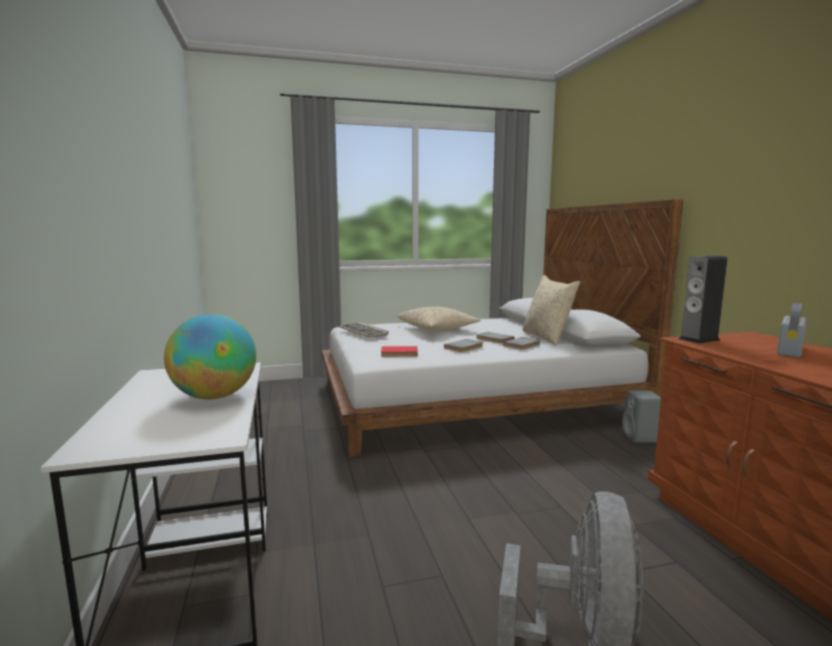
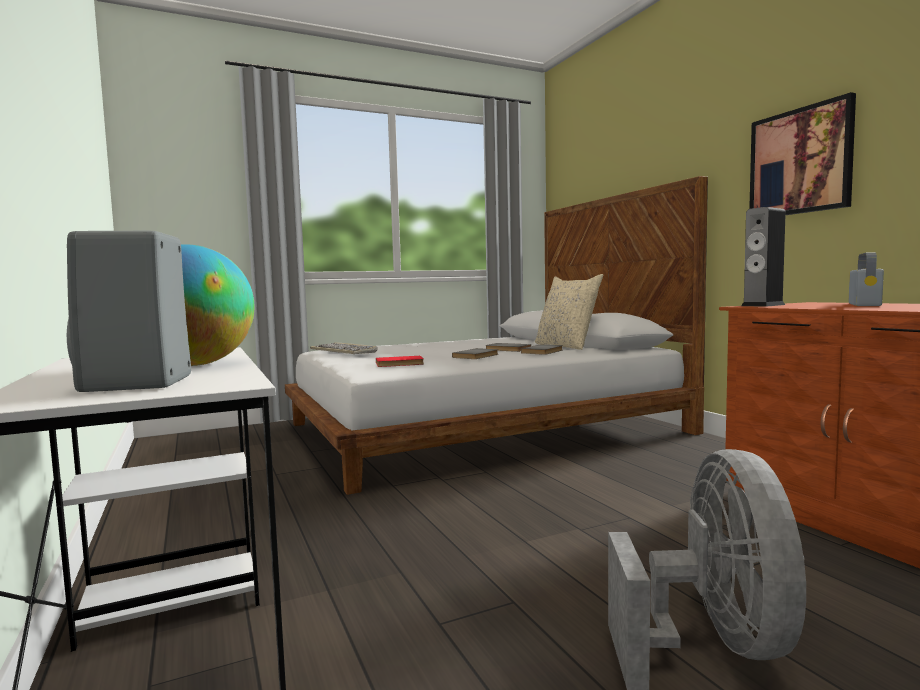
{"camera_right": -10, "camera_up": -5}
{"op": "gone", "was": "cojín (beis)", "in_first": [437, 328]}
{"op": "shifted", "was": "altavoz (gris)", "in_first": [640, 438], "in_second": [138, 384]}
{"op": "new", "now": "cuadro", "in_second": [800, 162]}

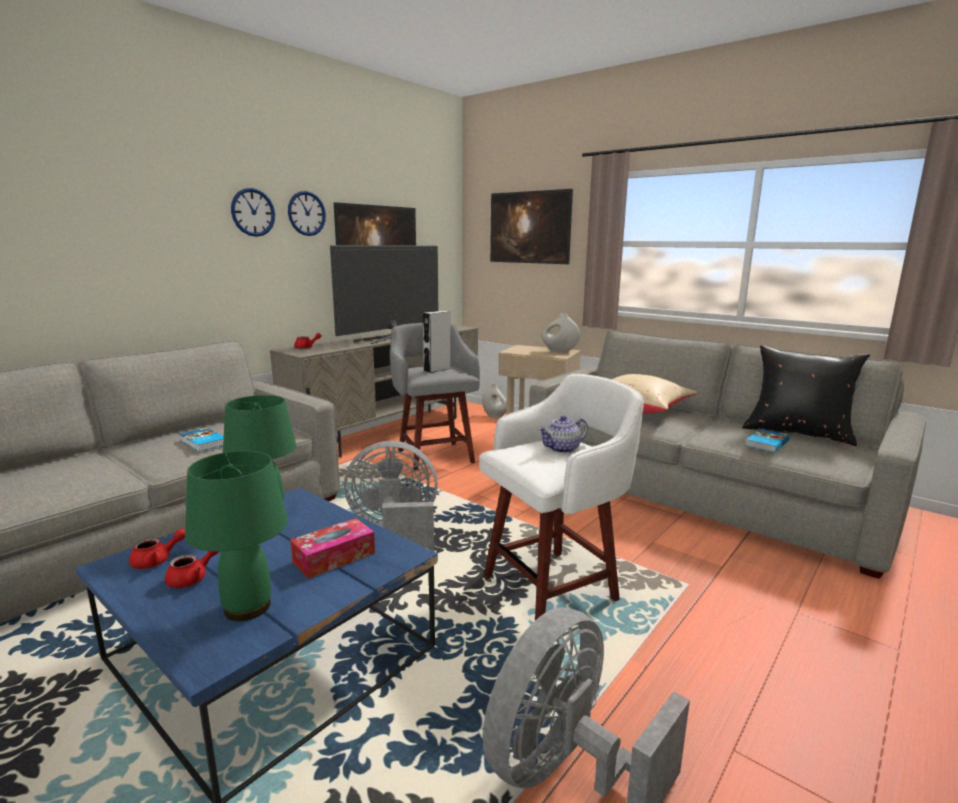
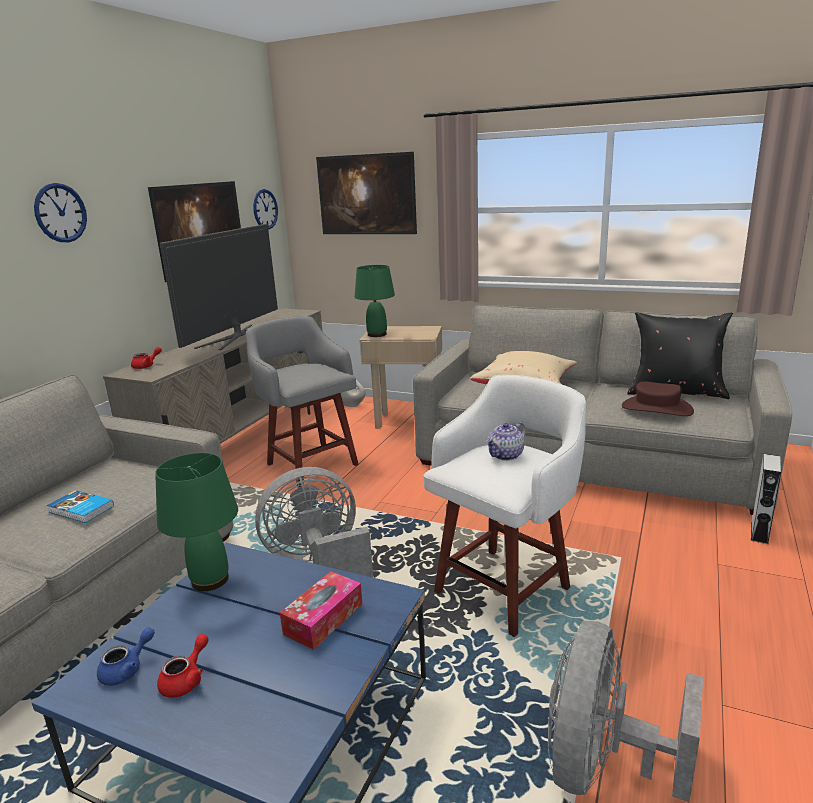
{"camera_right": -15, "camera_up": 5}
{"op": "repainted", "was": "tetera (rojo)", "now": "tetera (azul)", "in_first": [157, 560], "in_second": [127, 669]}
{"op": "shifted", "was": "lámpara de mesa (verde)", "in_first": [247, 607], "in_second": [376, 334]}
{"op": "shifted", "was": "reloj de pared", "in_first": [306, 213], "in_second": [265, 209]}
{"op": "shifted", "was": "altavoz (gris)", "in_first": [437, 369], "in_second": [759, 532]}
{"op": "gone", "was": "florero (blanco)", "in_first": [559, 351]}
{"op": "swapped", "was": "libro", "now": "sombrero (marrón)", "in_first": [766, 443], "in_second": [656, 408]}

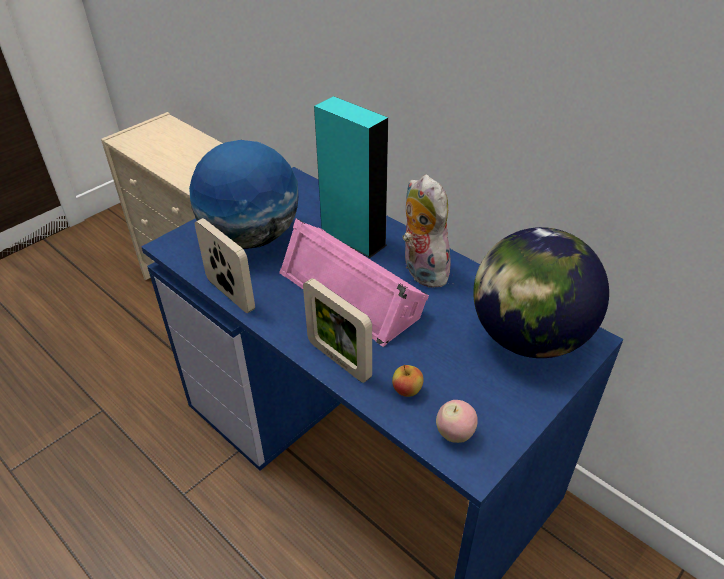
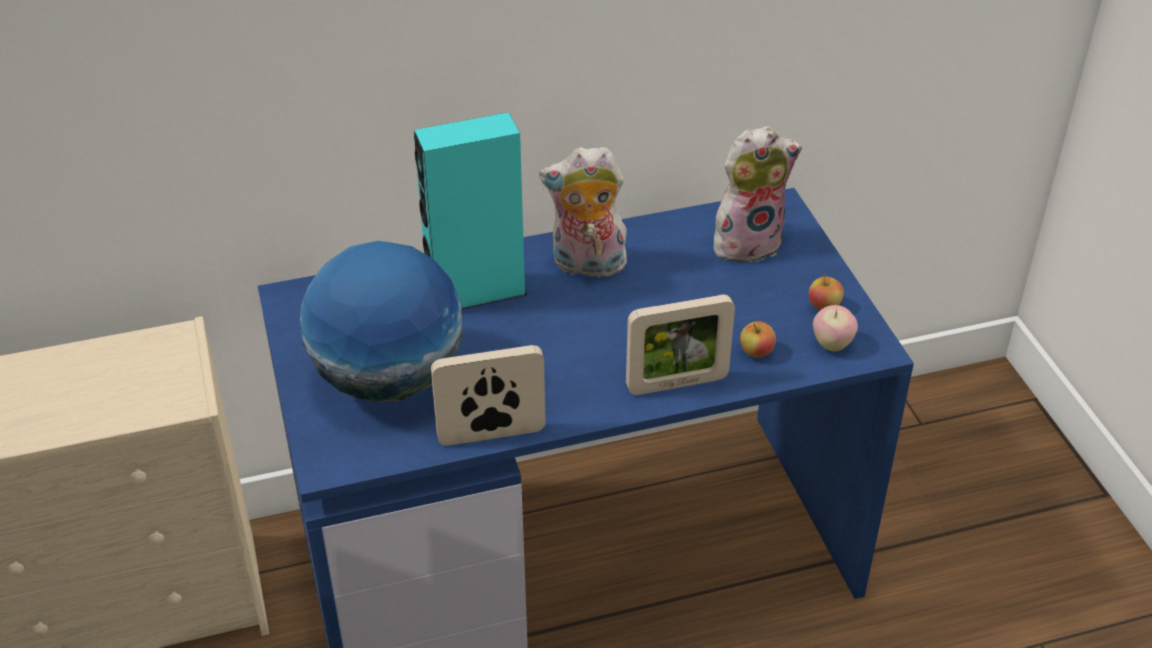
{"camera_right": -60, "camera_up": 0}
{"op": "gone", "was": "altavoz (rosa)", "in_first": [352, 291]}
{"op": "swapped", "was": "globo terráqueo", "now": "peluche", "in_first": [527, 338], "in_second": [747, 242]}
{"op": "new", "now": "manzana", "in_second": [823, 306]}

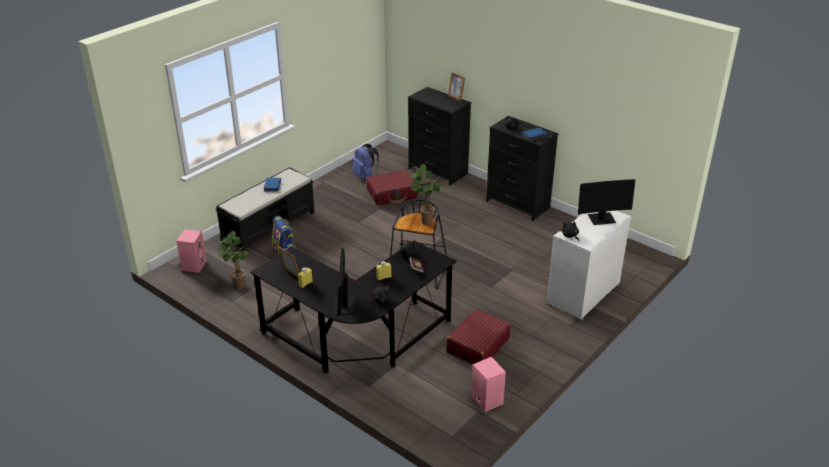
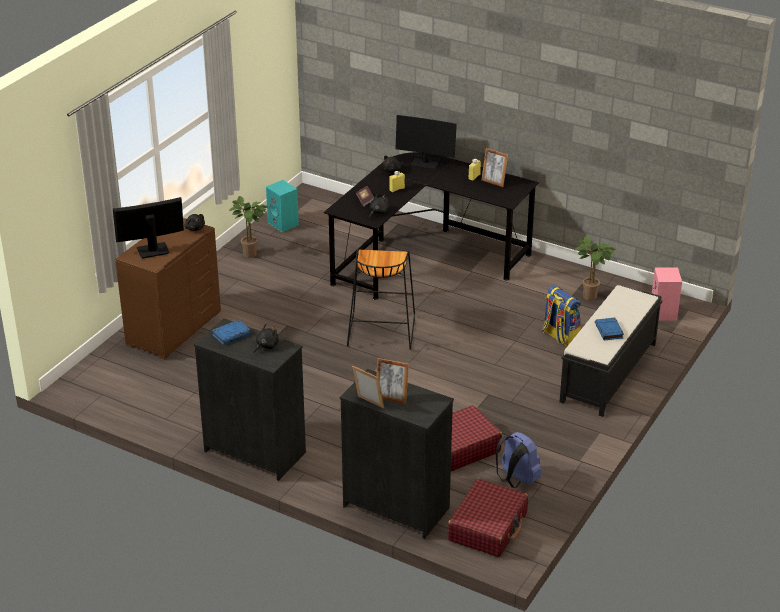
{"camera_right": 170, "camera_up": 0}
{"op": "rotated", "was": "monitor", "in_first": [344, 306], "in_second": [425, 163], "clockwise": 120}
{"op": "shifted", "was": "planta en maceta", "in_first": [425, 221], "in_second": [252, 254]}
{"op": "shifted", "was": "maleta (rojo)", "in_first": [477, 345], "in_second": [488, 527]}
{"op": "repainted", "was": "altavoz (rosa)", "now": "altavoz (turquesa)", "in_first": [486, 400], "in_second": [284, 224]}
{"op": "repainted", "was": "cómoda (blanco)", "now": "cómoda (marrón)", "in_first": [583, 294], "in_second": [173, 328]}
{"op": "new", "now": "portarretratos", "in_second": [391, 398]}

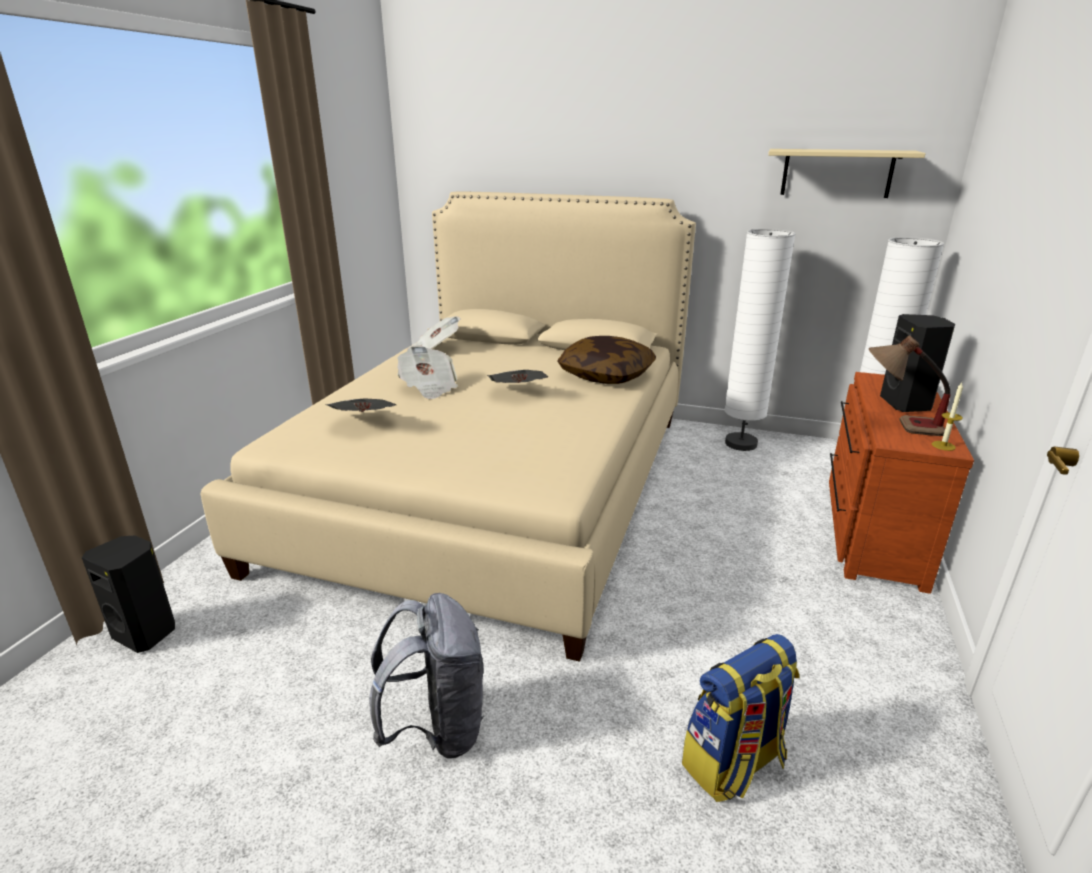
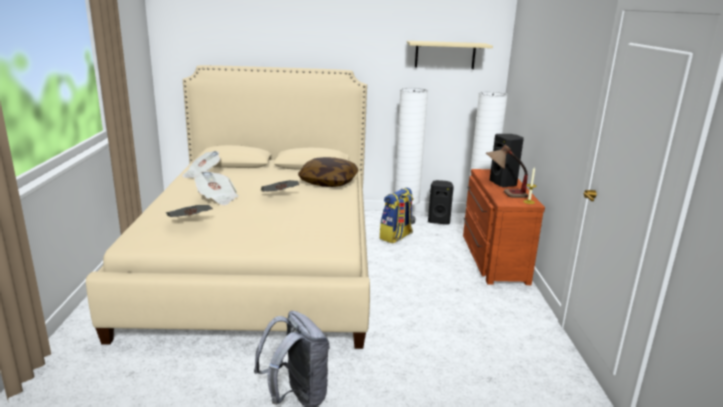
{"camera_right": -20, "camera_up": -5}
{"op": "shifted", "was": "altavoz (negro)", "in_first": [147, 633], "in_second": [439, 221]}
{"op": "shifted", "was": "mochila", "in_first": [734, 764], "in_second": [396, 237]}

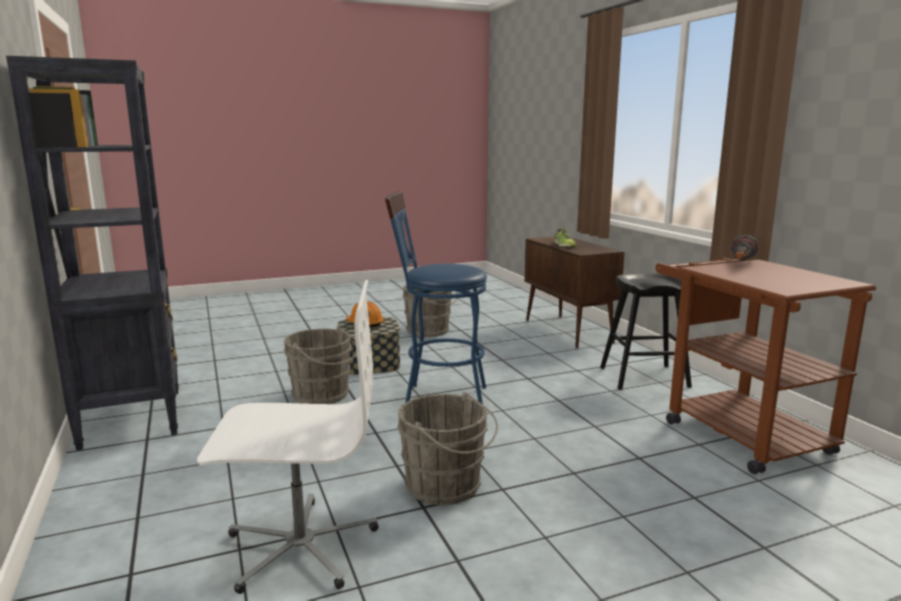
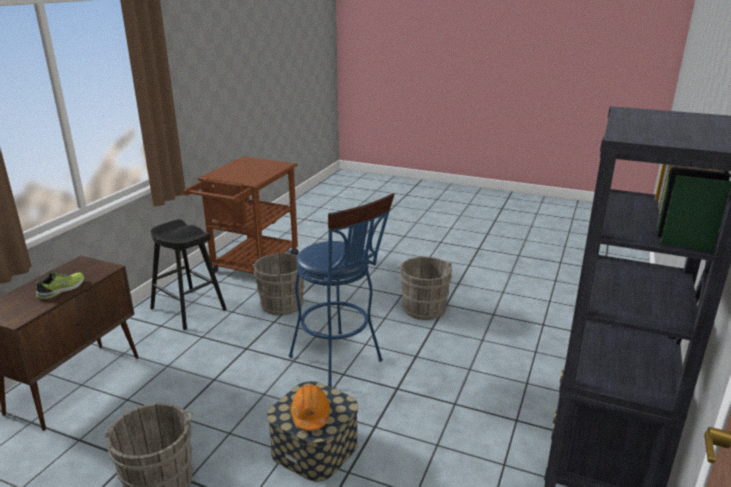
{"camera_right": -135, "camera_up": 10}
{"op": "gone", "was": "silla de oficina (blanco)", "in_first": [300, 546]}
{"op": "shifted", "was": "cubo (gris)", "in_first": [323, 395], "in_second": [281, 303]}
{"op": "gone", "was": "linterna", "in_first": [740, 264]}

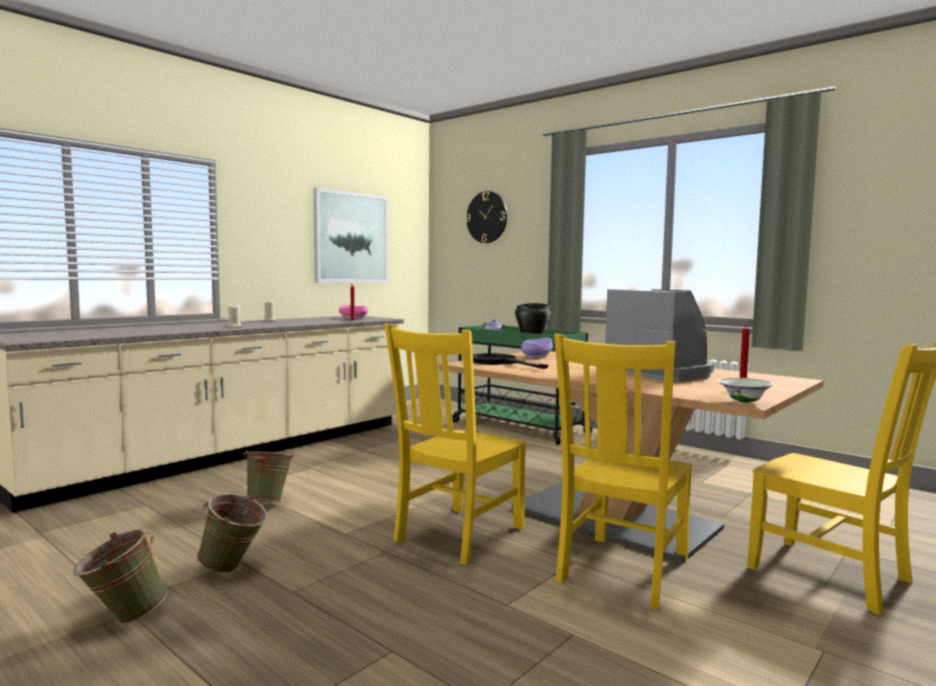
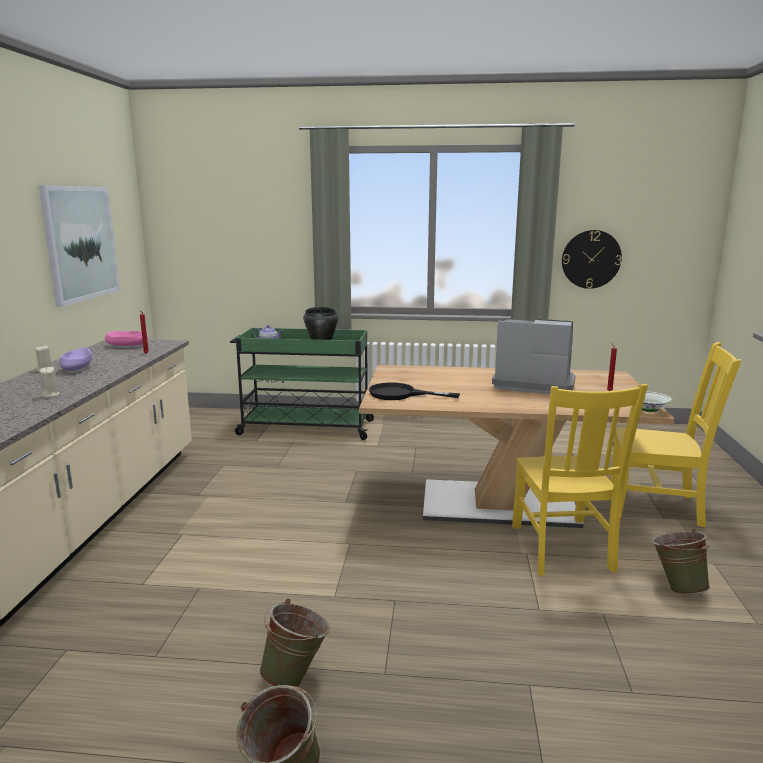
{"camera_right": -35, "camera_up": 10}
{"op": "shifted", "was": "cubo (verde)", "in_first": [269, 502], "in_second": [676, 587]}
{"op": "gone", "was": "silla (amarillo)", "in_first": [457, 535]}
{"op": "shifted", "was": "reloj de pared", "in_first": [487, 217], "in_second": [591, 259]}
{"op": "shifted", "was": "cuenco (morado)", "in_first": [536, 356], "in_second": [77, 368]}

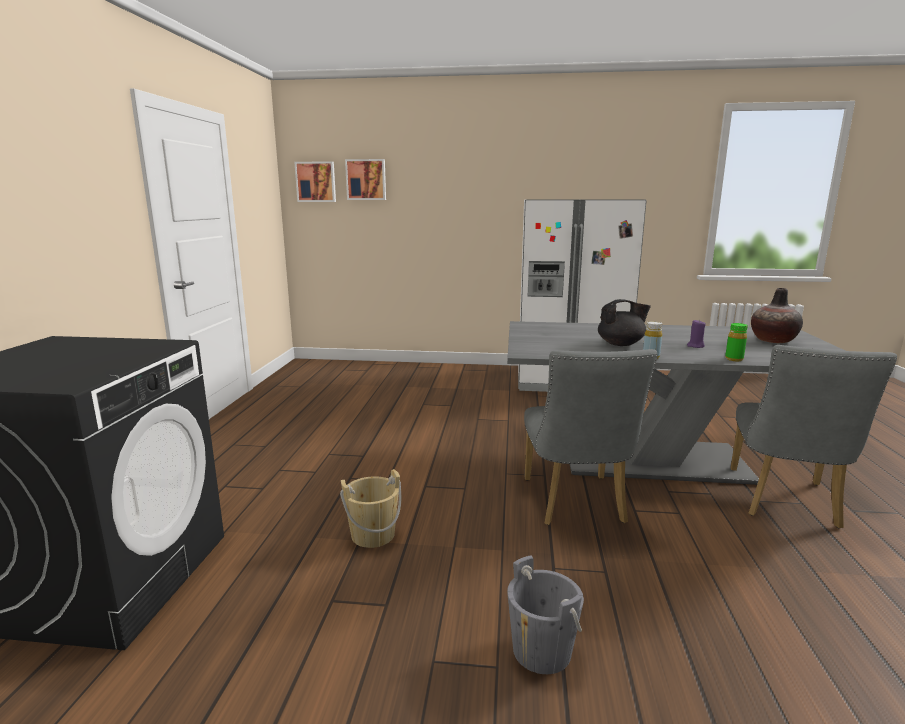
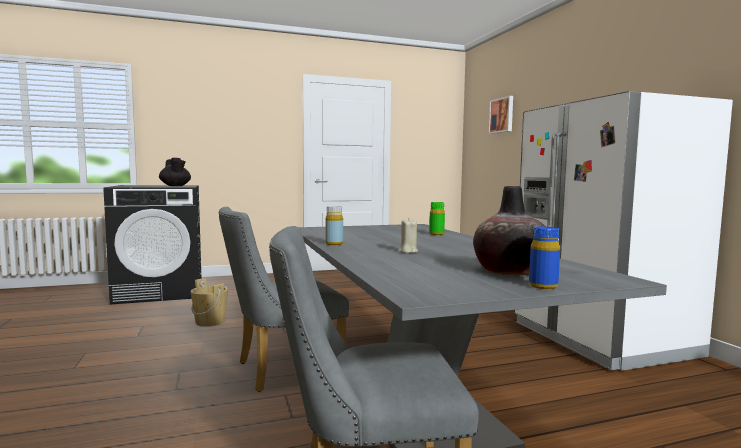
{"camera_right": 65, "camera_up": -10}
{"op": "gone", "was": "cuadro", "in_first": [316, 182]}
{"op": "gone", "was": "cubo (gris)", "in_first": [541, 651]}
{"op": "shifted", "was": "tetera (negro)", "in_first": [621, 344], "in_second": [175, 186]}
{"op": "repainted", "was": "vela (morado)", "now": "vela (beis)", "in_first": [695, 346], "in_second": [408, 251]}
{"op": "shifted", "was": "botella (verde)", "in_first": [734, 359], "in_second": [436, 234]}
{"op": "new", "now": "botella (azul)", "in_second": [543, 286]}

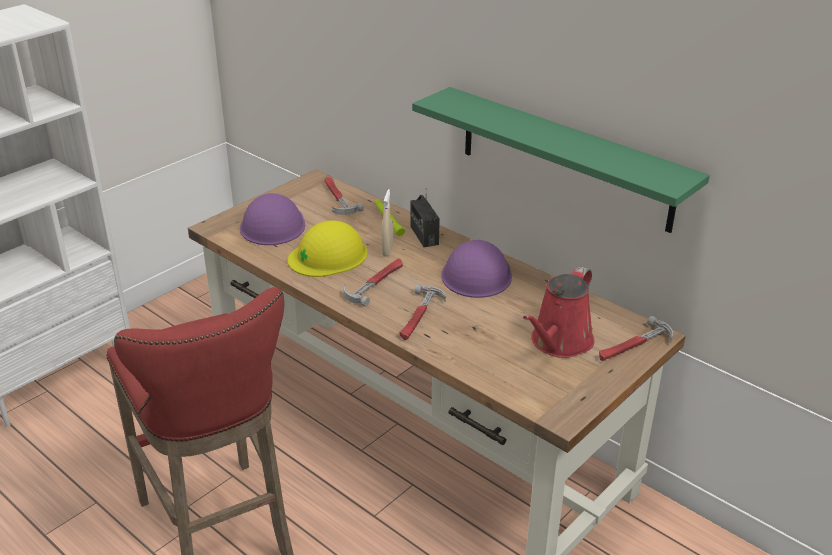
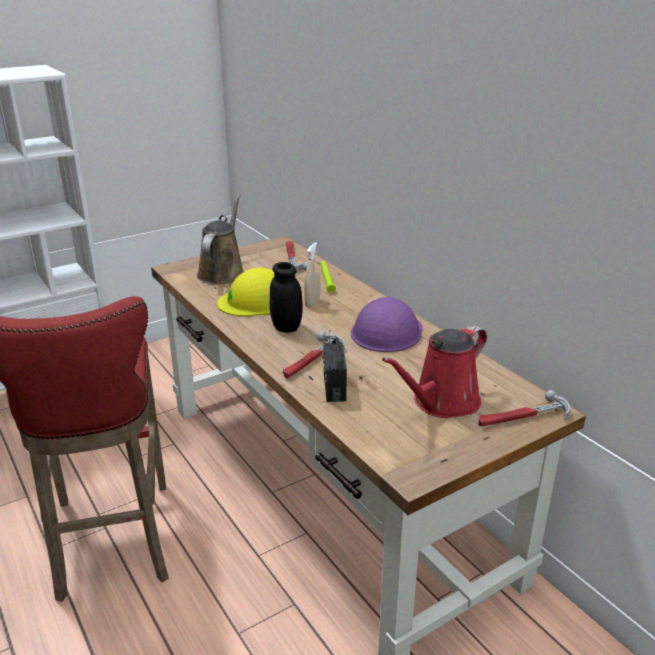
{"camera_right": 15, "camera_up": -5}
{"op": "swapped", "was": "casco (morado)", "now": "regadera (marrón)", "in_first": [272, 225], "in_second": [222, 272]}
{"op": "swapped", "was": "martillo", "now": "tarro (negro)", "in_first": [375, 283], "in_second": [286, 327]}
{"op": "shifted", "was": "radio", "in_first": [424, 235], "in_second": [334, 387]}
{"op": "gone", "was": "estante (verde)", "in_first": [564, 158]}

